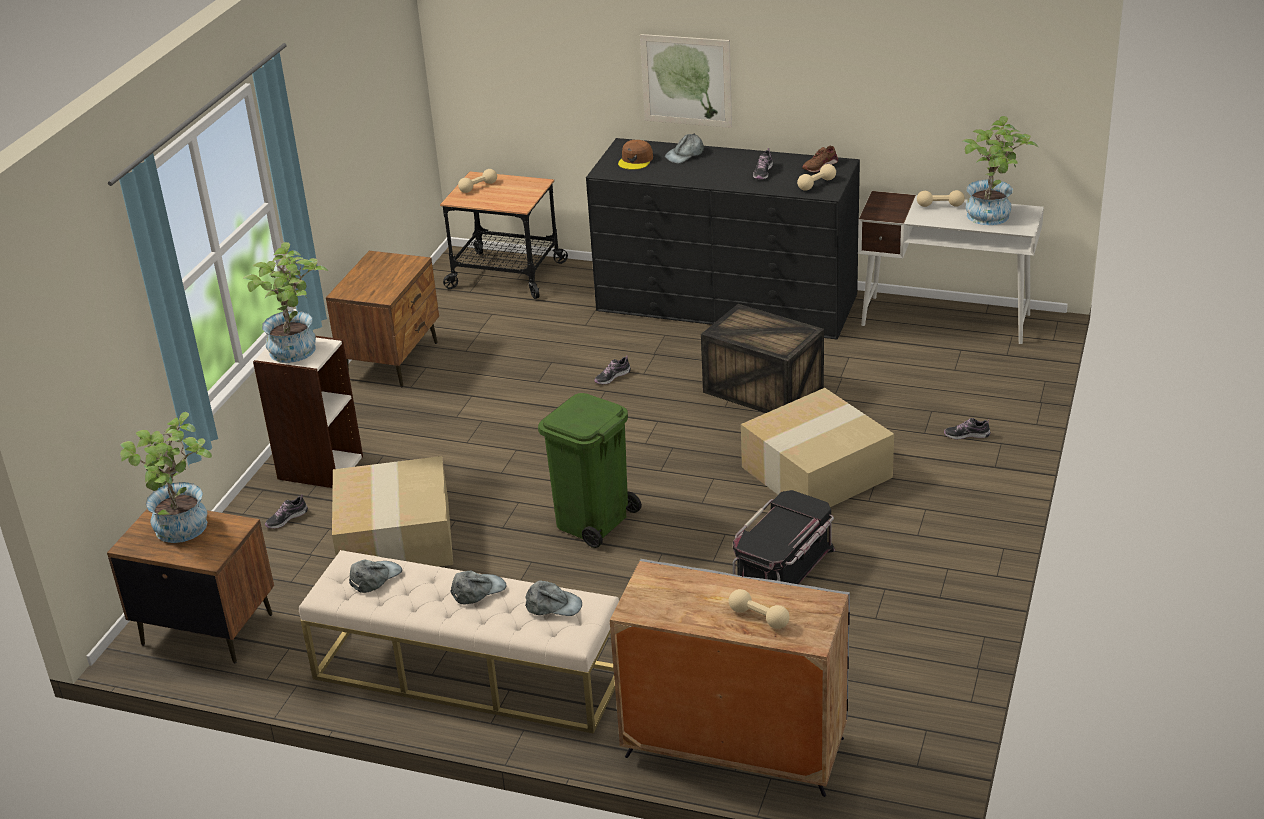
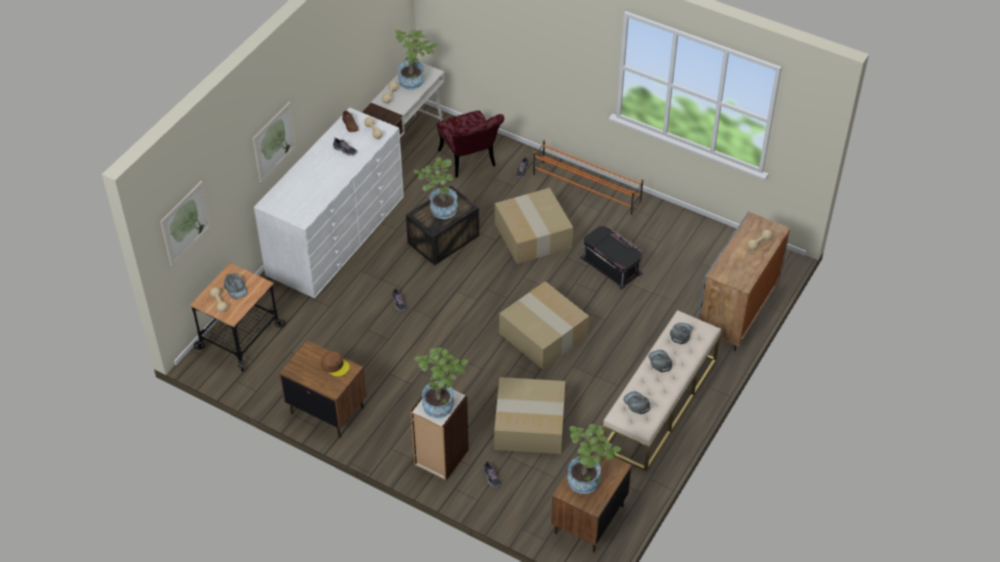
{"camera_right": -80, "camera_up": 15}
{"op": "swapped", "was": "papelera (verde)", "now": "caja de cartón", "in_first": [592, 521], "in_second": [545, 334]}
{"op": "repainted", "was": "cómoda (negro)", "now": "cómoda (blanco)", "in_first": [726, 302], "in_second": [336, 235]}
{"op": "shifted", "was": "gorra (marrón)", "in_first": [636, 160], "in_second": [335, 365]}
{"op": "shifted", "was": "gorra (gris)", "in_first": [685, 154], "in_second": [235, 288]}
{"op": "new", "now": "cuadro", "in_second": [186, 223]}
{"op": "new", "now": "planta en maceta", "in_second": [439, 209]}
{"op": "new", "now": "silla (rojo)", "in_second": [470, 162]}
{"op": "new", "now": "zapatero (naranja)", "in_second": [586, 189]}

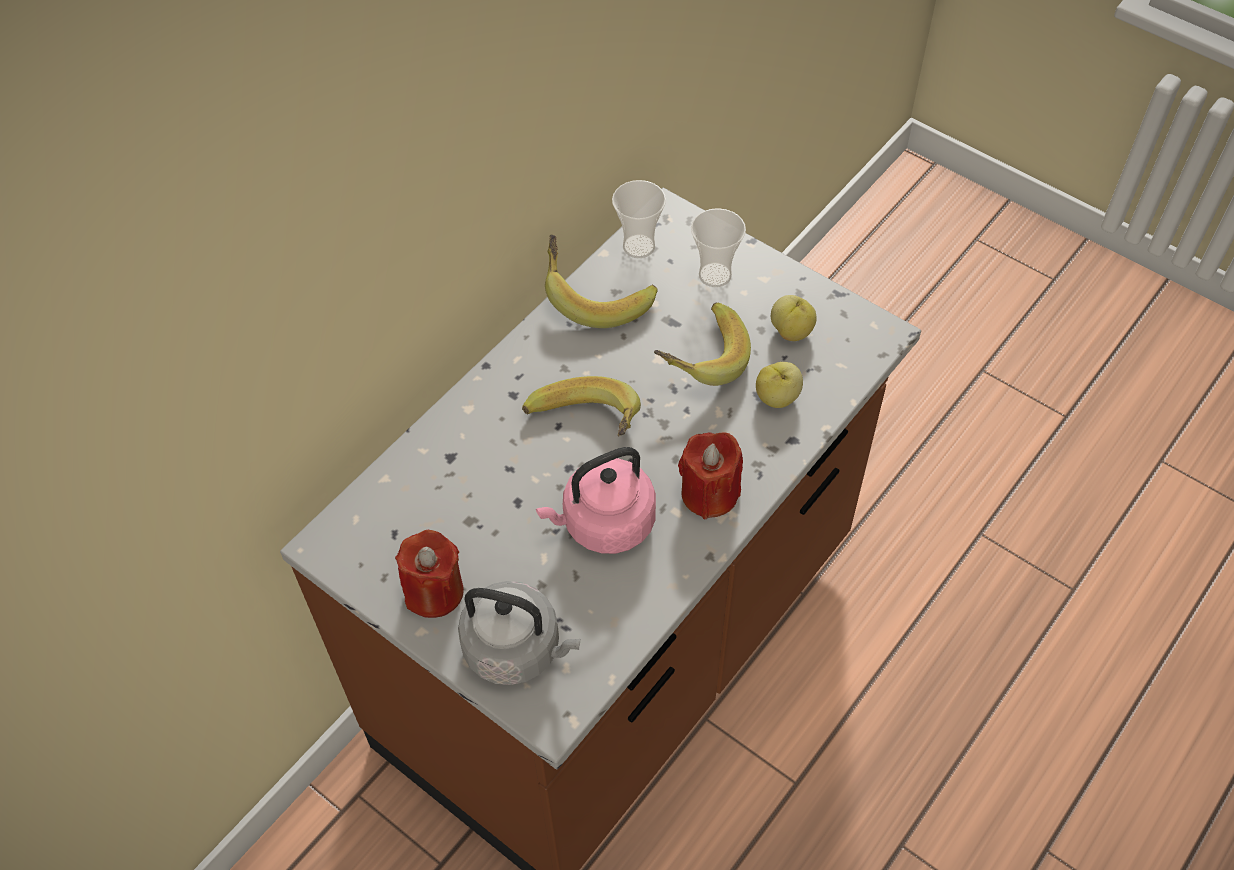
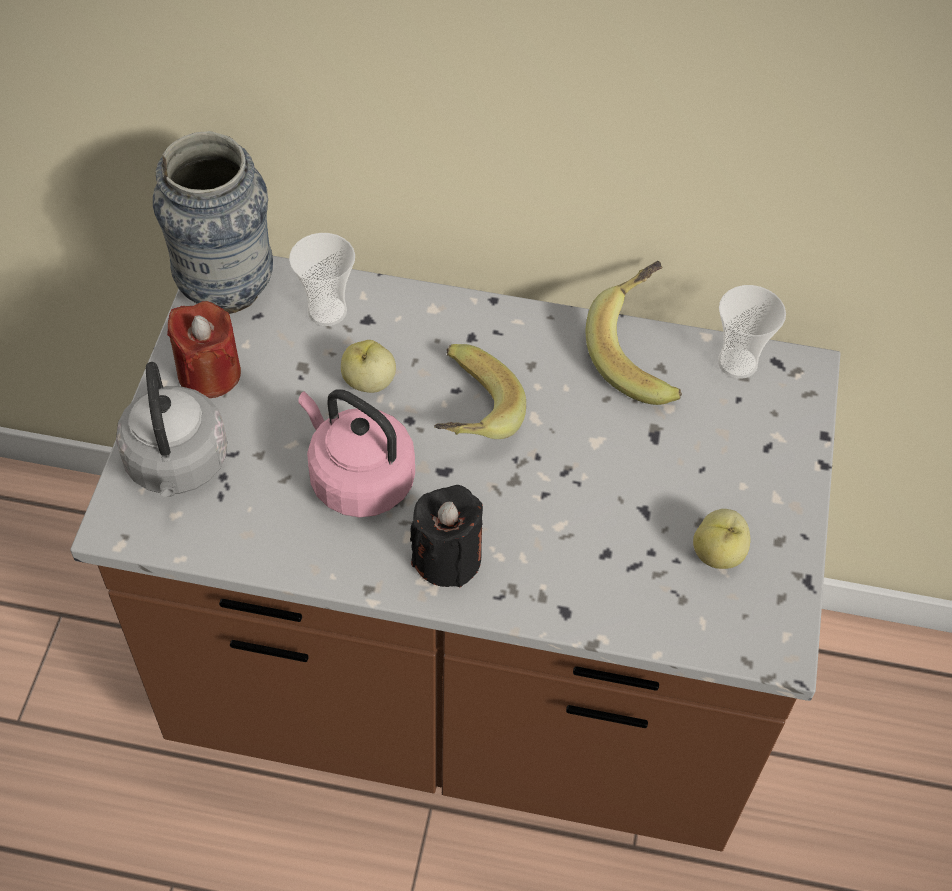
{"camera_right": 60, "camera_up": 0}
{"op": "gone", "was": "plátano", "in_first": [698, 359]}
{"op": "repainted", "was": "vela (rojo)", "now": "vela (negro)", "in_first": [709, 493], "in_second": [447, 558]}
{"op": "shifted", "was": "taza", "in_first": [715, 275], "in_second": [327, 311]}
{"op": "shifted", "was": "manzana", "in_first": [777, 398], "in_second": [368, 382]}
{"op": "new", "now": "florero", "in_second": [226, 290]}

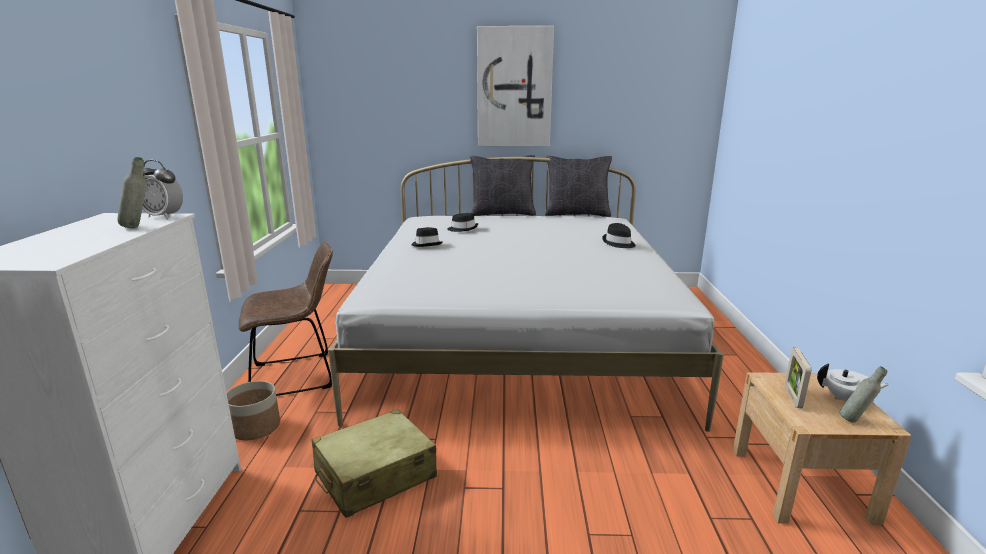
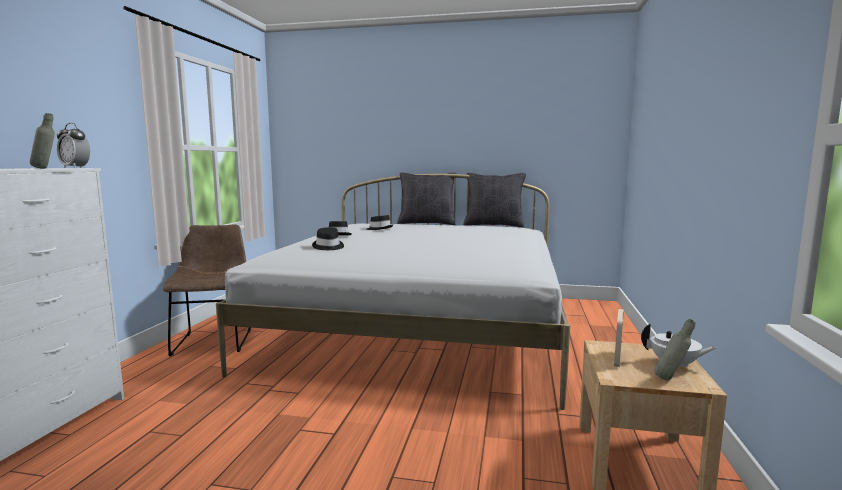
{"camera_right": 10, "camera_up": -10}
{"op": "gone", "was": "maceta", "in_first": [255, 427]}
{"op": "rotated", "was": "silla (marrón)", "in_first": [298, 375], "in_second": [214, 341], "clockwise": -90}
{"op": "gone", "was": "maleta (beis)", "in_first": [375, 475]}
{"op": "gone", "was": "cuadro", "in_first": [514, 88]}
{"op": "shifted", "was": "sombrero (negro)", "in_first": [618, 243], "in_second": [328, 247]}

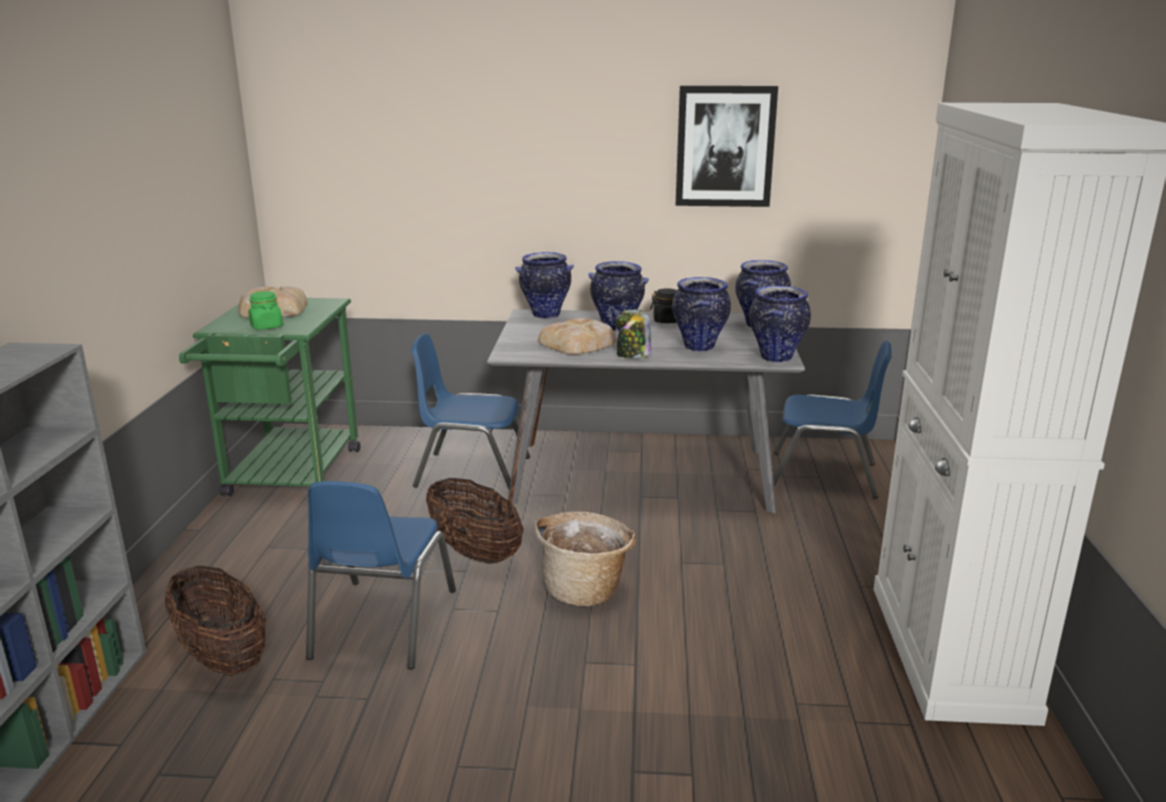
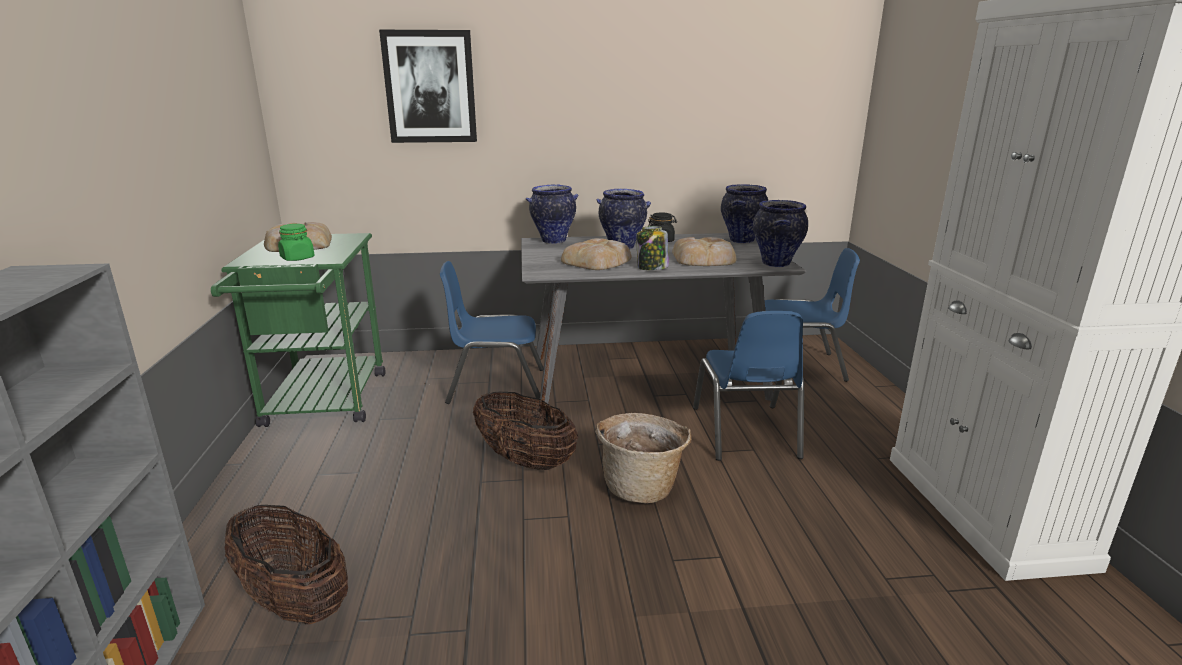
{"camera_right": -10, "camera_up": 0}
{"op": "shifted", "was": "silla (azul)", "in_first": [382, 624], "in_second": [745, 432]}
{"op": "swapped", "was": "florero", "now": "pan", "in_first": [699, 347], "in_second": [704, 259]}
{"op": "shifted", "was": "cuadro", "in_first": [725, 146], "in_second": [430, 87]}

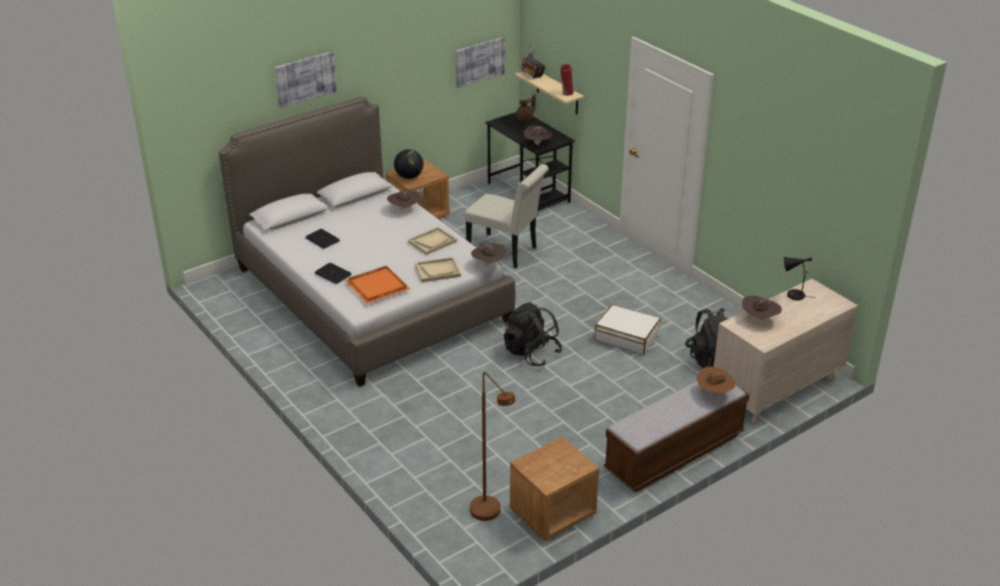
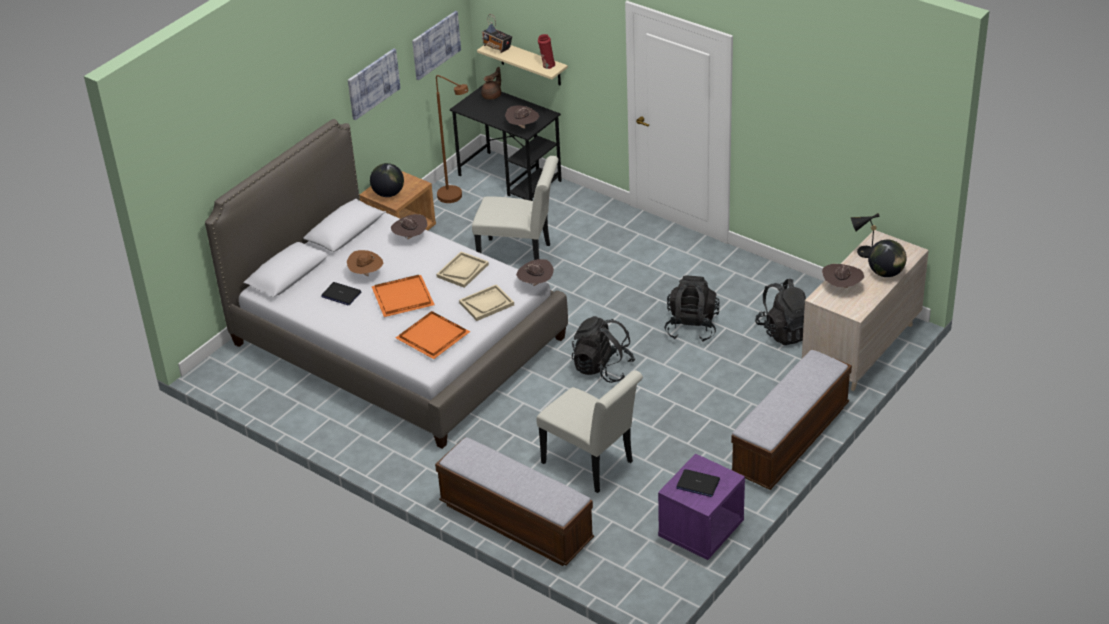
{"camera_right": -15, "camera_up": 5}
{"op": "shifted", "was": "cuadro", "in_first": [305, 79], "in_second": [373, 83]}
{"op": "shifted", "was": "portátil", "in_first": [332, 274], "in_second": [698, 484]}
{"op": "shifted", "was": "lámpara de pie (marrón)", "in_first": [490, 515], "in_second": [455, 198]}
{"op": "repainted", "was": "mesita de noche (marrón)", "now": "mesita de noche (morado)", "in_first": [552, 513], "in_second": [701, 531]}
{"op": "swapped", "was": "maleta (blanco)", "now": "mochila (negro)", "in_first": [627, 337], "in_second": [691, 327]}
{"op": "shifted", "was": "sombrero (marrón)", "in_first": [714, 393], "in_second": [366, 274]}
{"op": "new", "now": "bandeja (naranja)", "in_second": [402, 298]}
{"op": "new", "now": "banco", "in_second": [516, 522]}
{"op": "new", "now": "silla (blanco)", "in_second": [592, 465]}
{"op": "new", "now": "globo terráqueo", "in_second": [885, 273]}

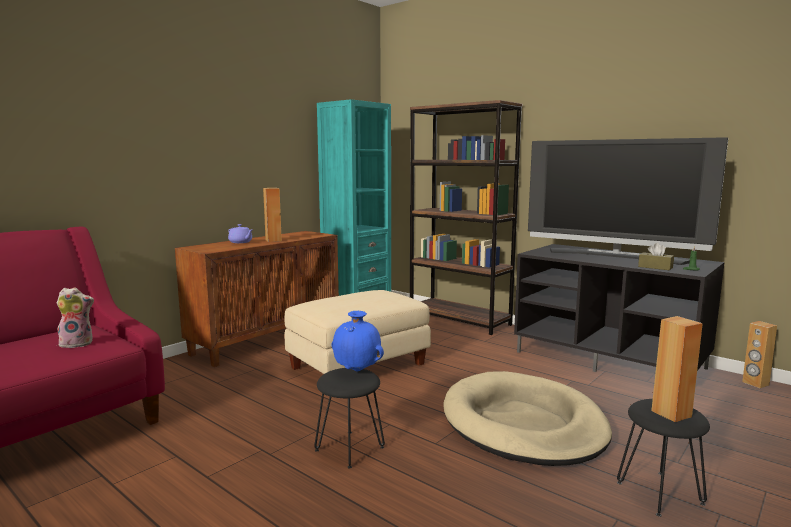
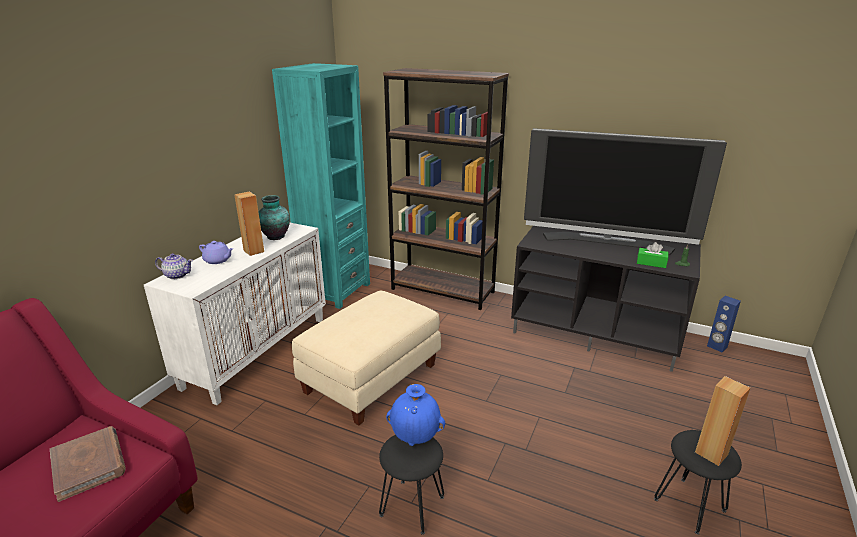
{"camera_right": -15, "camera_up": 15}
{"op": "swapped", "was": "peluche", "now": "libro (marrón)", "in_first": [78, 343], "in_second": [89, 464]}
{"op": "repainted", "was": "armario (marrón)", "now": "armario (blanco)", "in_first": [267, 340], "in_second": [257, 350]}
{"op": "gone", "was": "cama para perro (beis)", "in_first": [523, 424]}
{"op": "repainted", "was": "caja de pañuelos (marrón)", "now": "caja de pañuelos (verde)", "in_first": [655, 267], "in_second": [651, 263]}
{"op": "repainted", "was": "altavoz (marrón)", "now": "altavoz (azul)", "in_first": [755, 383], "in_second": [717, 346]}
{"op": "new", "now": "tetera", "in_second": [177, 275]}
{"op": "new", "now": "florero", "in_second": [275, 237]}

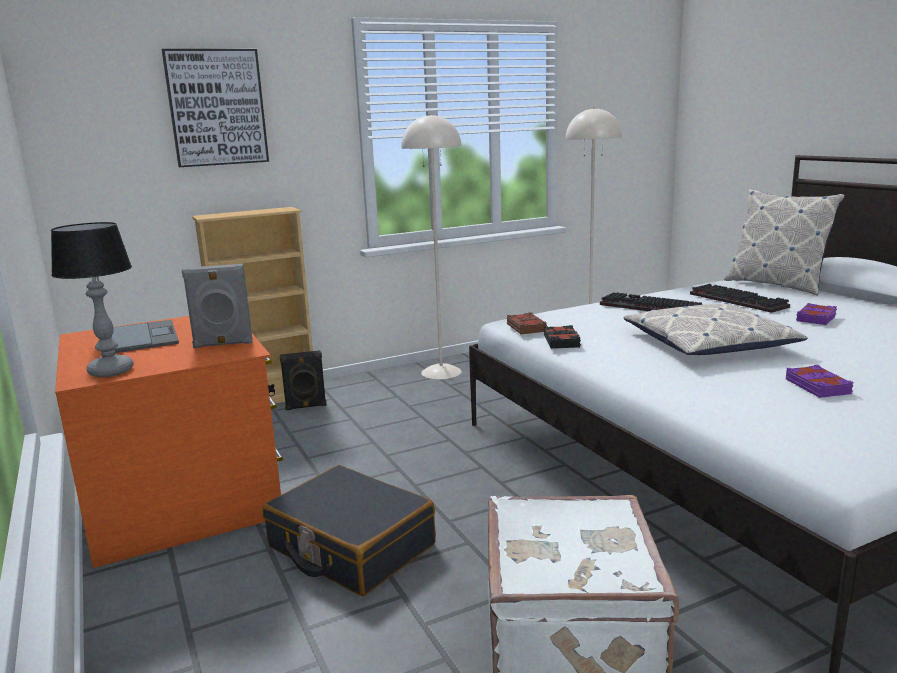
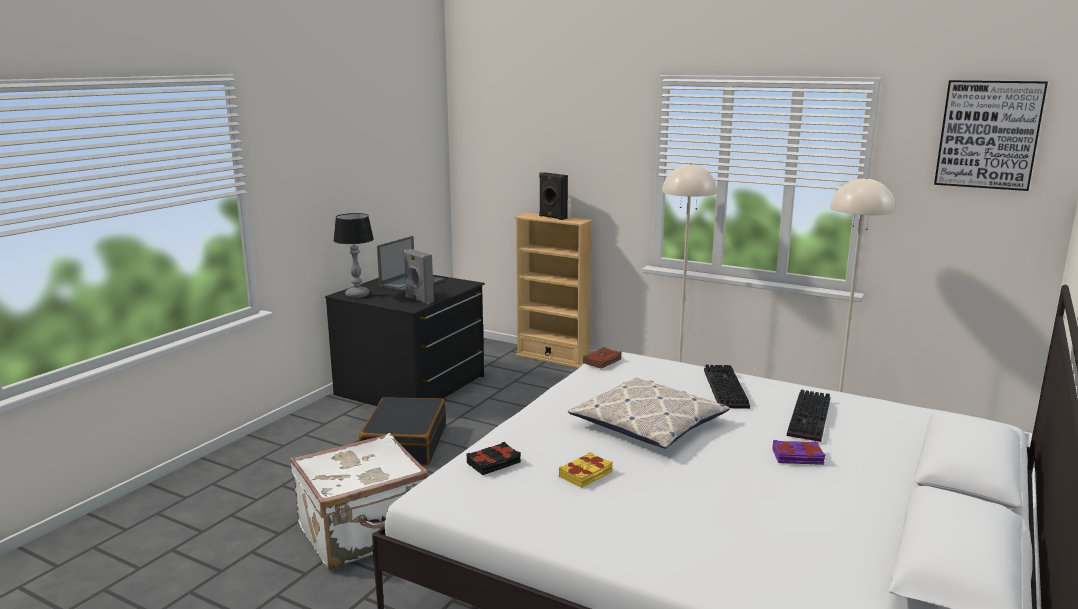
{"camera_right": 55, "camera_up": 0}
{"op": "repainted", "was": "cómoda (naranja)", "now": "cómoda (negro)", "in_first": [184, 496], "in_second": [412, 386]}
{"op": "shifted", "was": "cuadro", "in_first": [217, 108], "in_second": [988, 134]}
{"op": "shifted", "was": "altavoz (negro)", "in_first": [306, 406], "in_second": [552, 217]}
{"op": "shifted", "was": "libro (negro)", "in_first": [562, 341], "in_second": [494, 463]}
{"op": "gone", "was": "cojín", "in_first": [776, 285]}
{"op": "repainted", "was": "libro (morado)", "now": "libro (amarillo)", "in_first": [818, 386], "in_second": [586, 474]}

